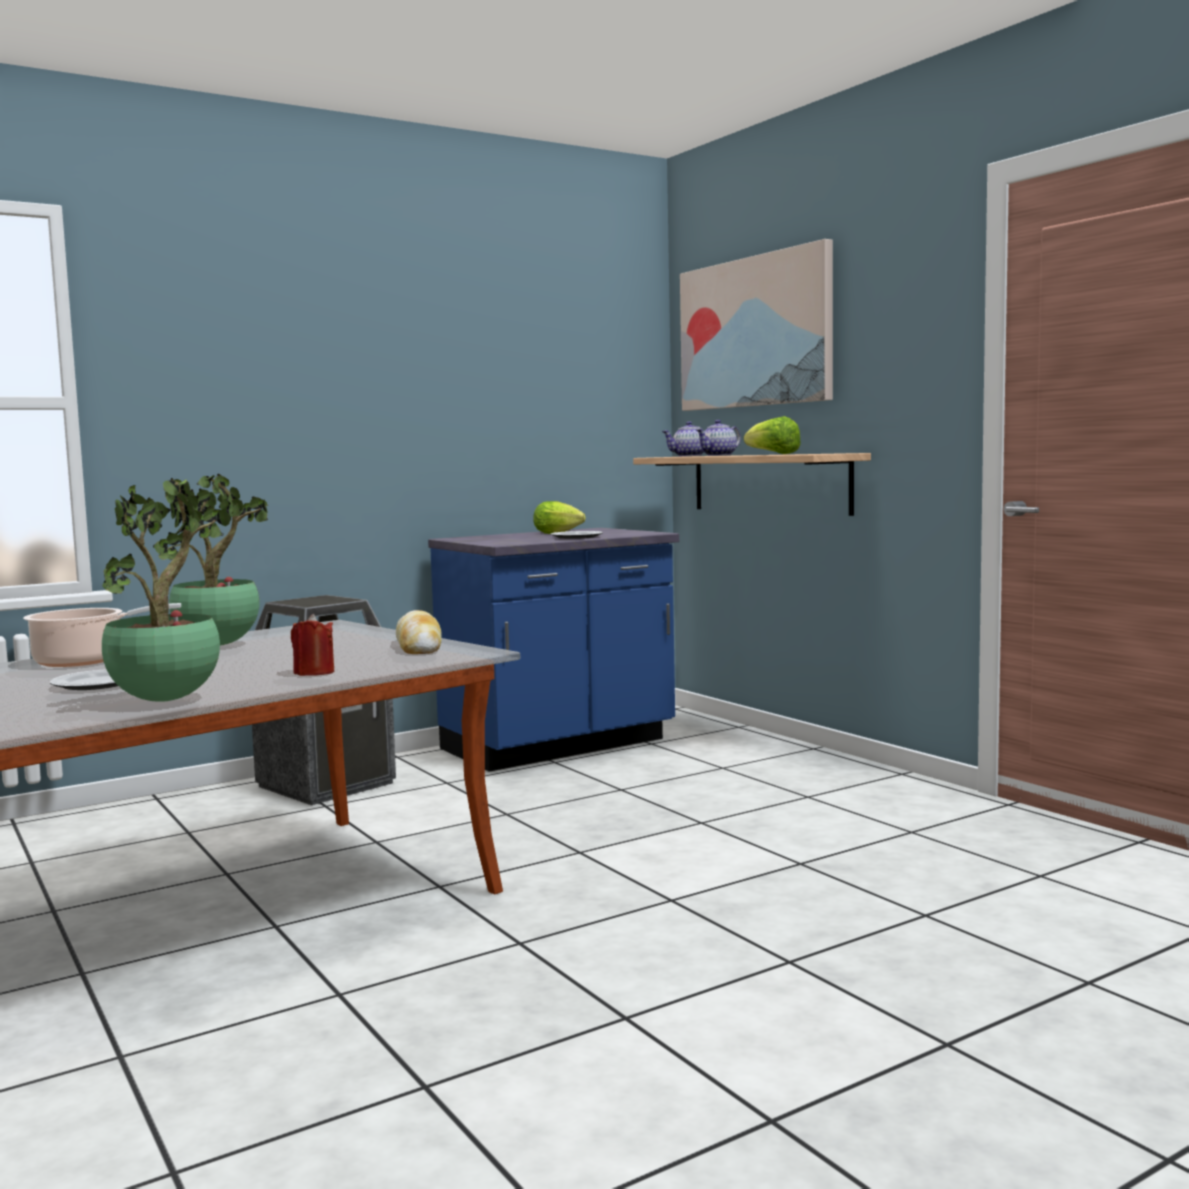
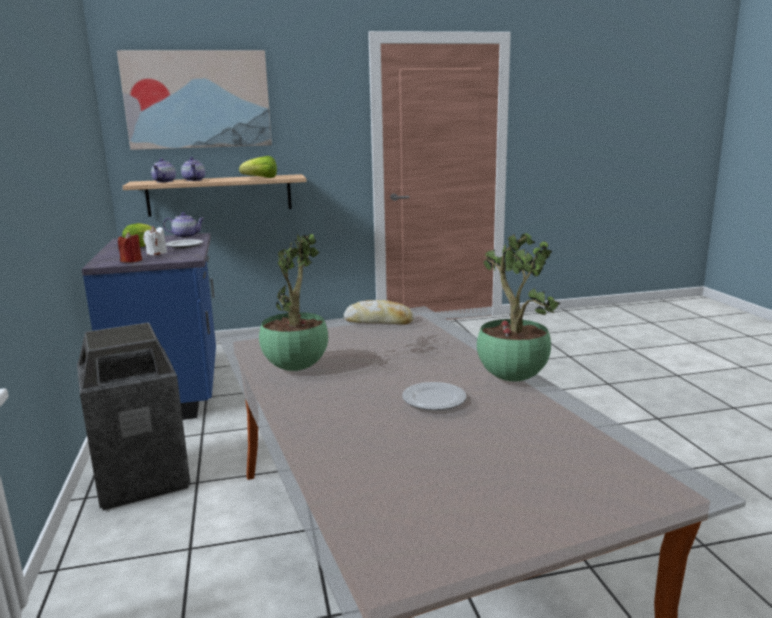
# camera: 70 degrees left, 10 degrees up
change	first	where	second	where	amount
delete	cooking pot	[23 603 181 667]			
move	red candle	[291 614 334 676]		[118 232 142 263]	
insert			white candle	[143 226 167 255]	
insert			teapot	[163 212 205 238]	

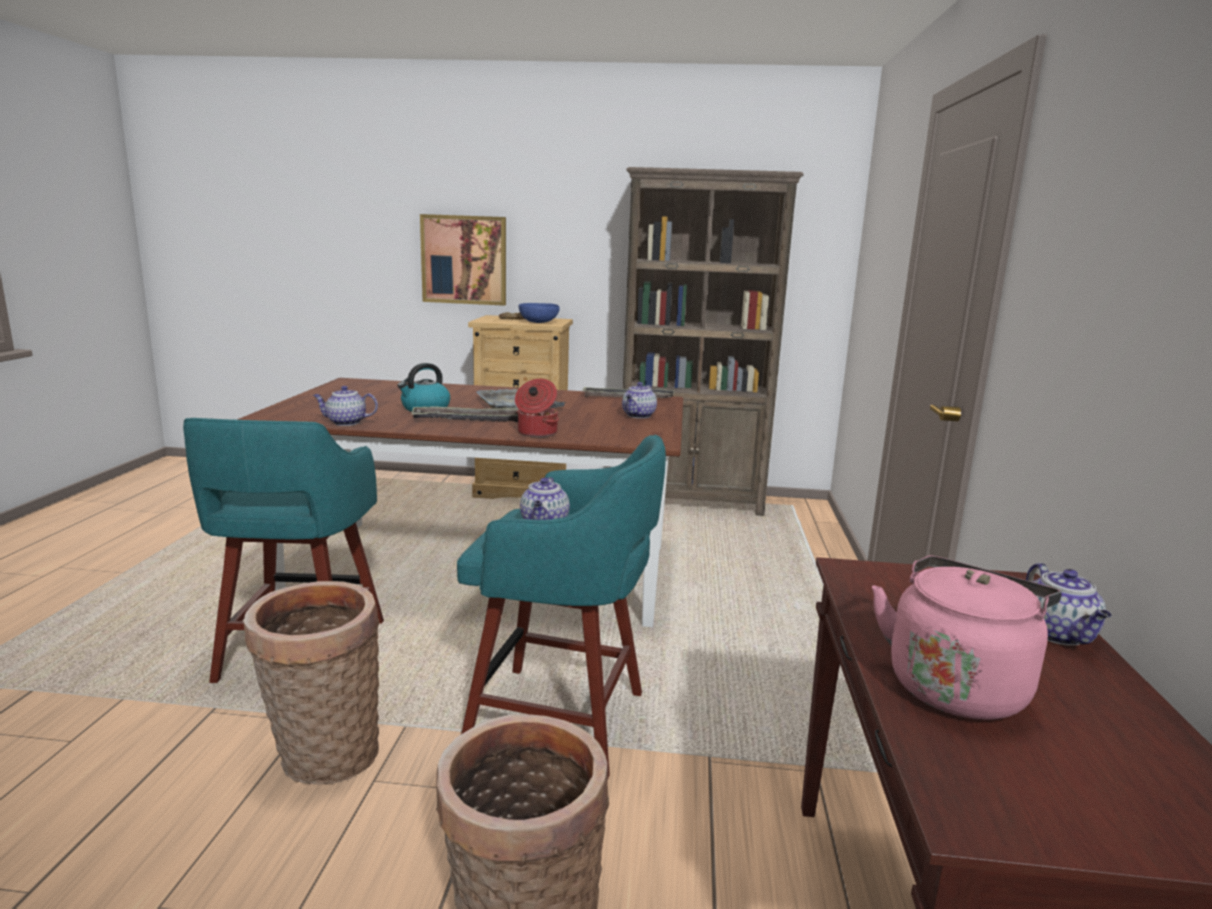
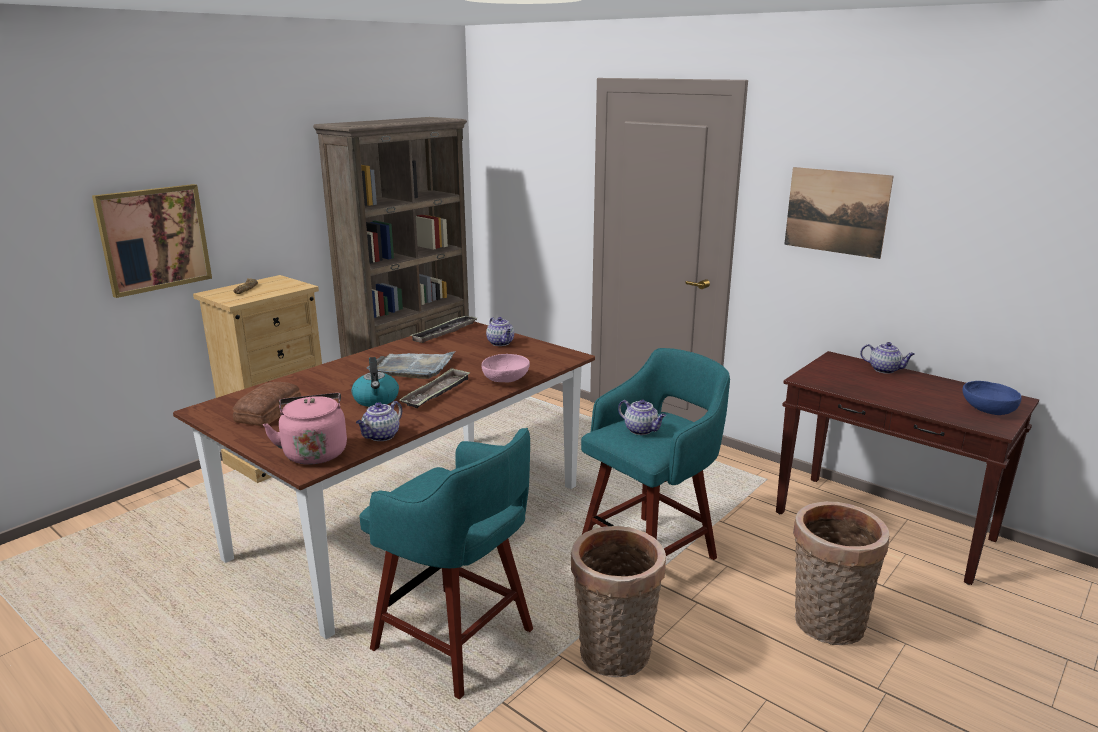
# camera: 55 degrees left, 5 degrees up
change	first	where	second	where	amount
replace	cooking pot	[515 379 559 437]	pink bowl	[481 354 530 382]	
move	blue bowl	[519 303 560 323]		[963 381 1021 415]	
move	pink kettle	[872 555 1062 720]		[263 393 347 465]	
insert			bread	[233 382 301 426]	
insert			picture	[784 167 893 259]	

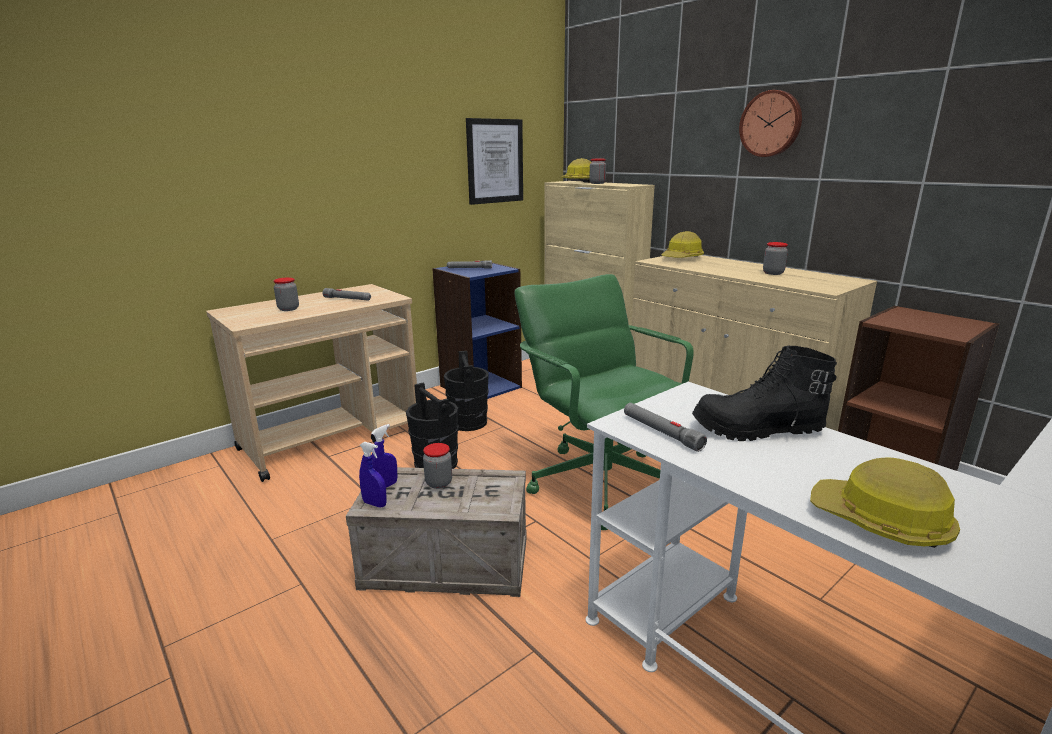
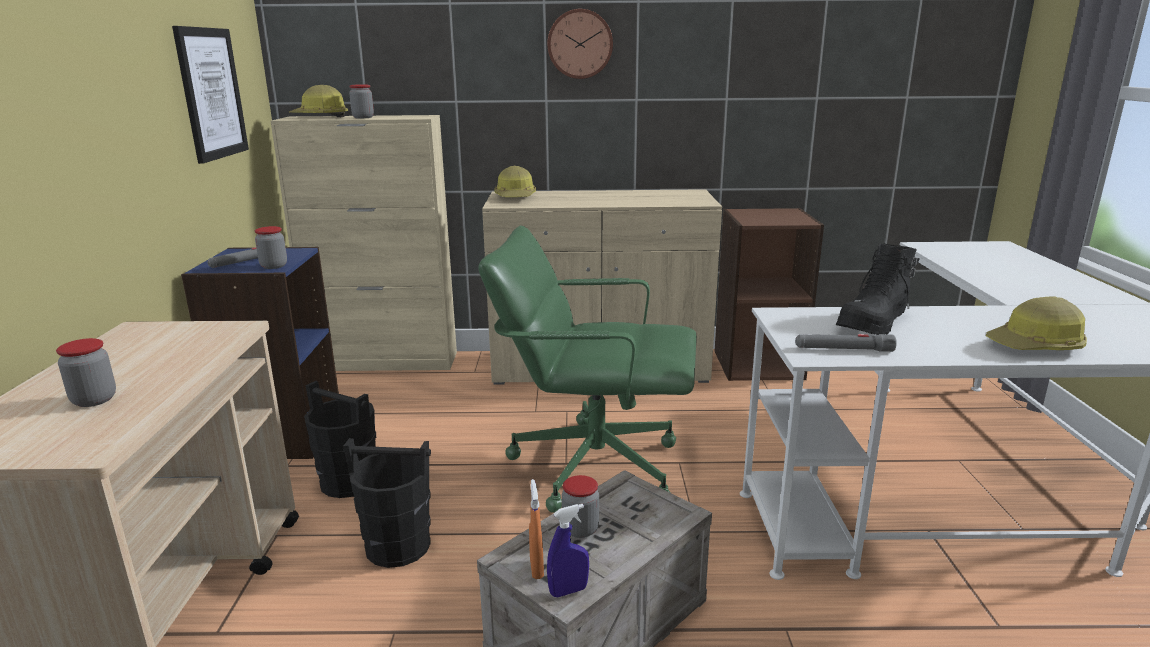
# camera: 50 degrees left, 0 degrees up
change	first	where	second	where	amount
delete	grey flashlight	[322 288 371 301]			
recolor	blue spray bottle	[371 424 397 488]	orange spray bottle	[529 479 544 579]	
move	jar	[763 242 788 275]		[255 226 287 269]	

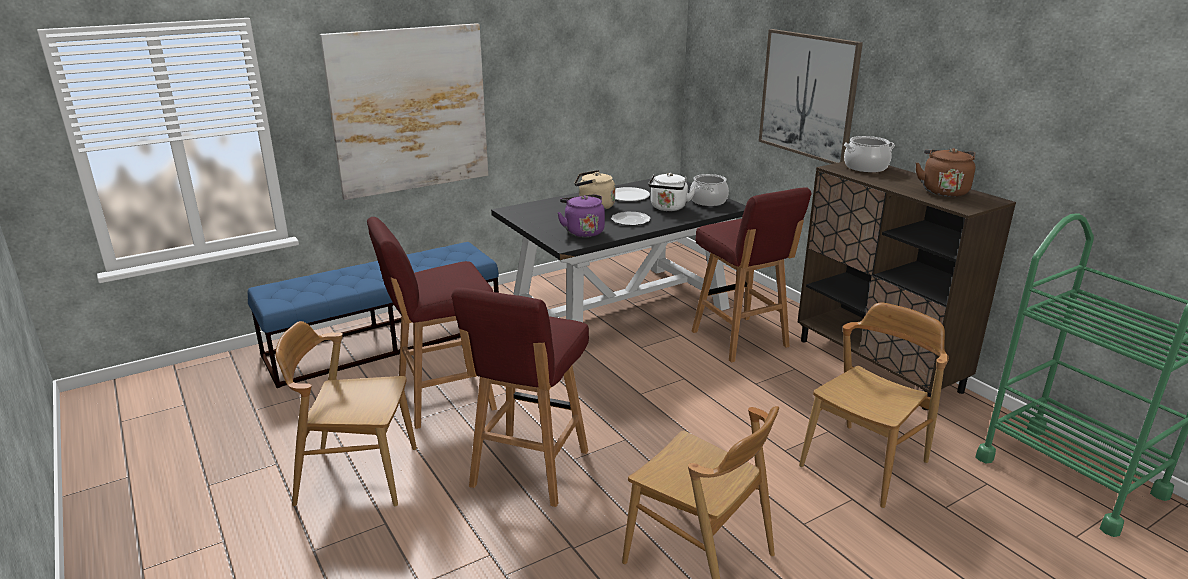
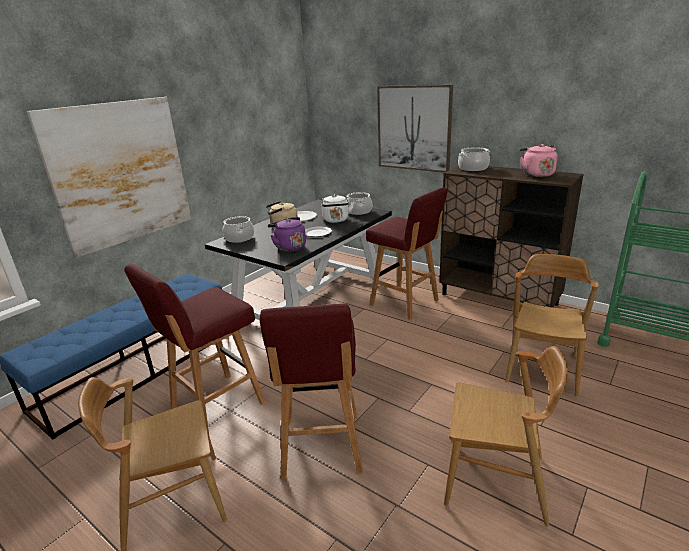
# camera: 20 degrees left, 0 degrees up
change	first	where	second	where	amount
recolor	brown kettle	[916 148 976 197]	pink kettle	[519 144 558 177]	
insert			cooking pot	[222 216 254 243]	

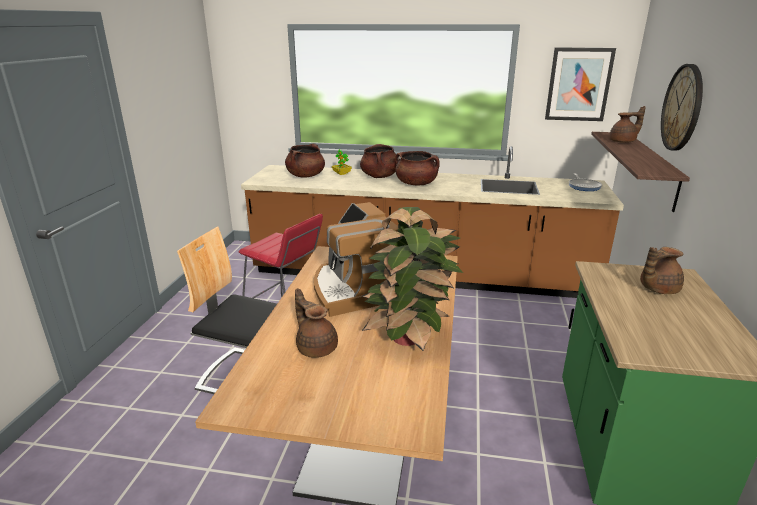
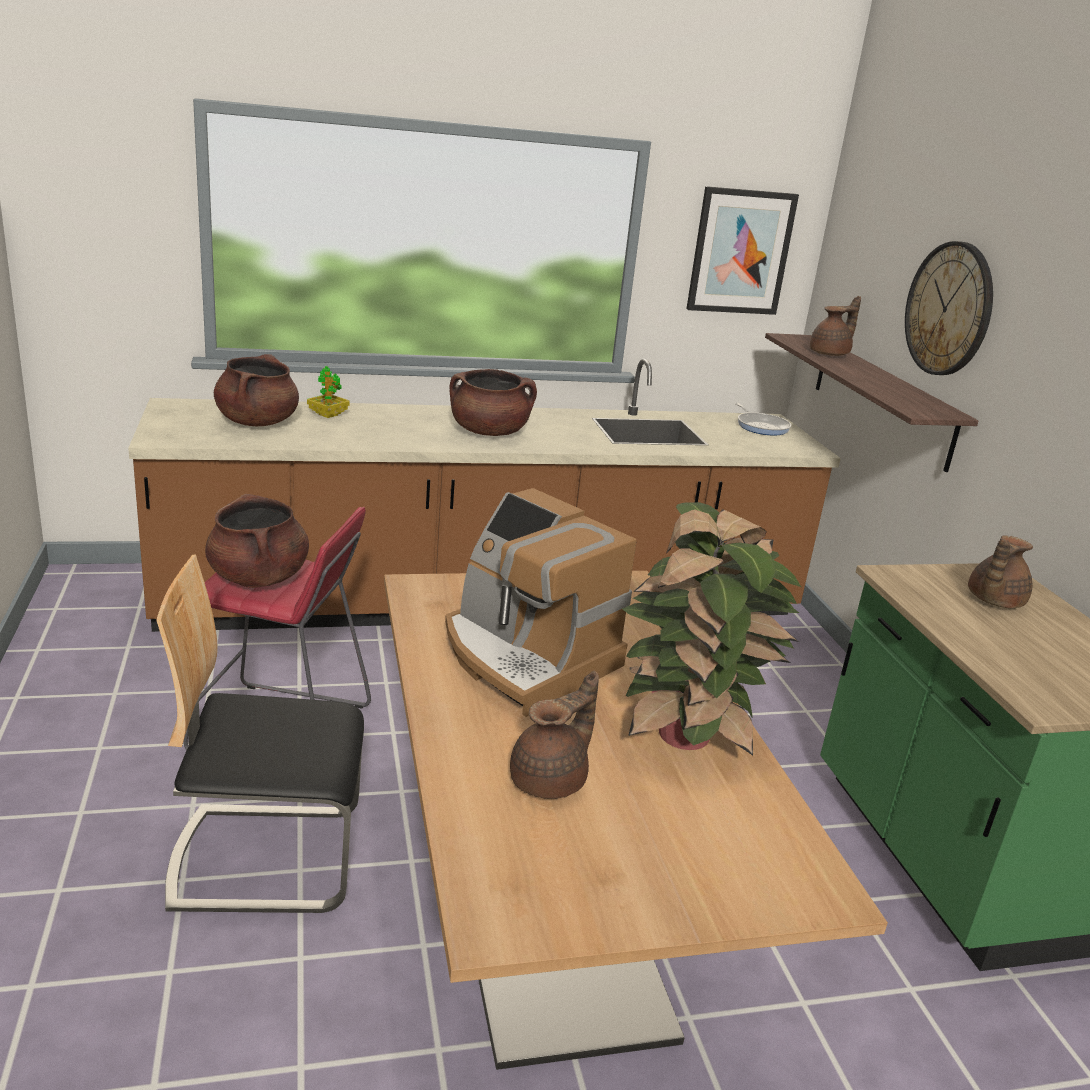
# camera: 25 degrees left, 0 degrees up
change	first	where	second	where	amount
rotate	brown teapot	[295 288 338 358]		[510 671 599 799]	105 degrees clockwise
move	brown cooking pot	[360 144 396 178]		[205 494 309 588]	

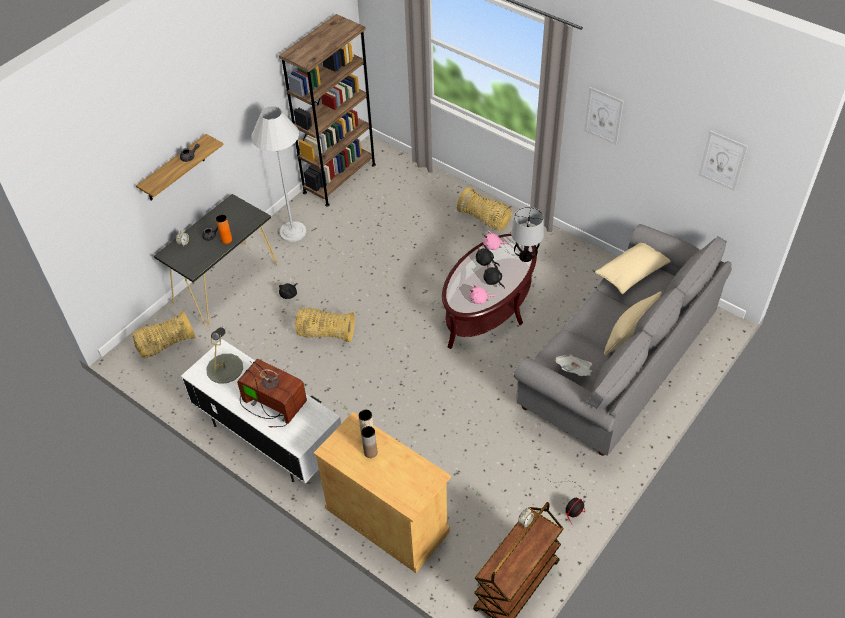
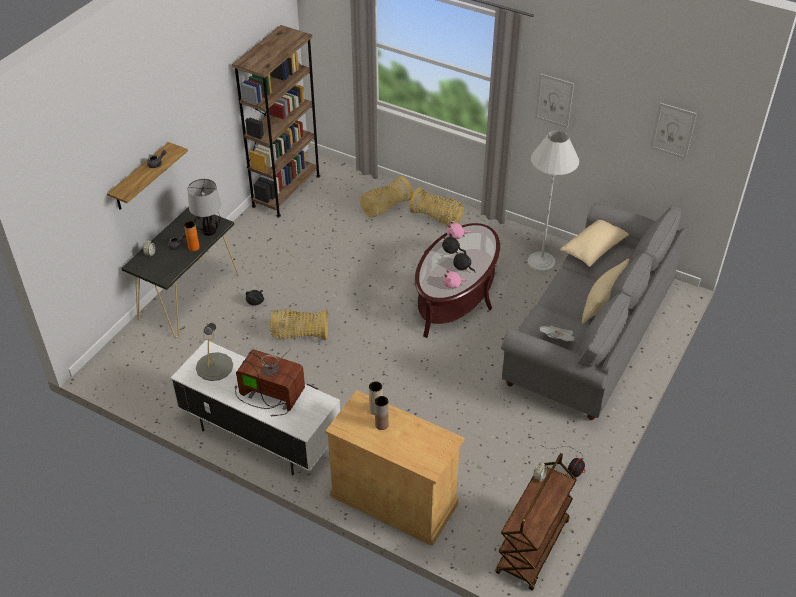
# camera: 10 degrees left, 5 degrees down
change	first	where	second	where	amount
move	basket	[132 311 195 358]		[360 176 413 217]	
move	white floor lamp	[251 106 307 242]		[528 130 579 272]	
move	table lamp	[511 207 544 262]		[187 179 221 236]	

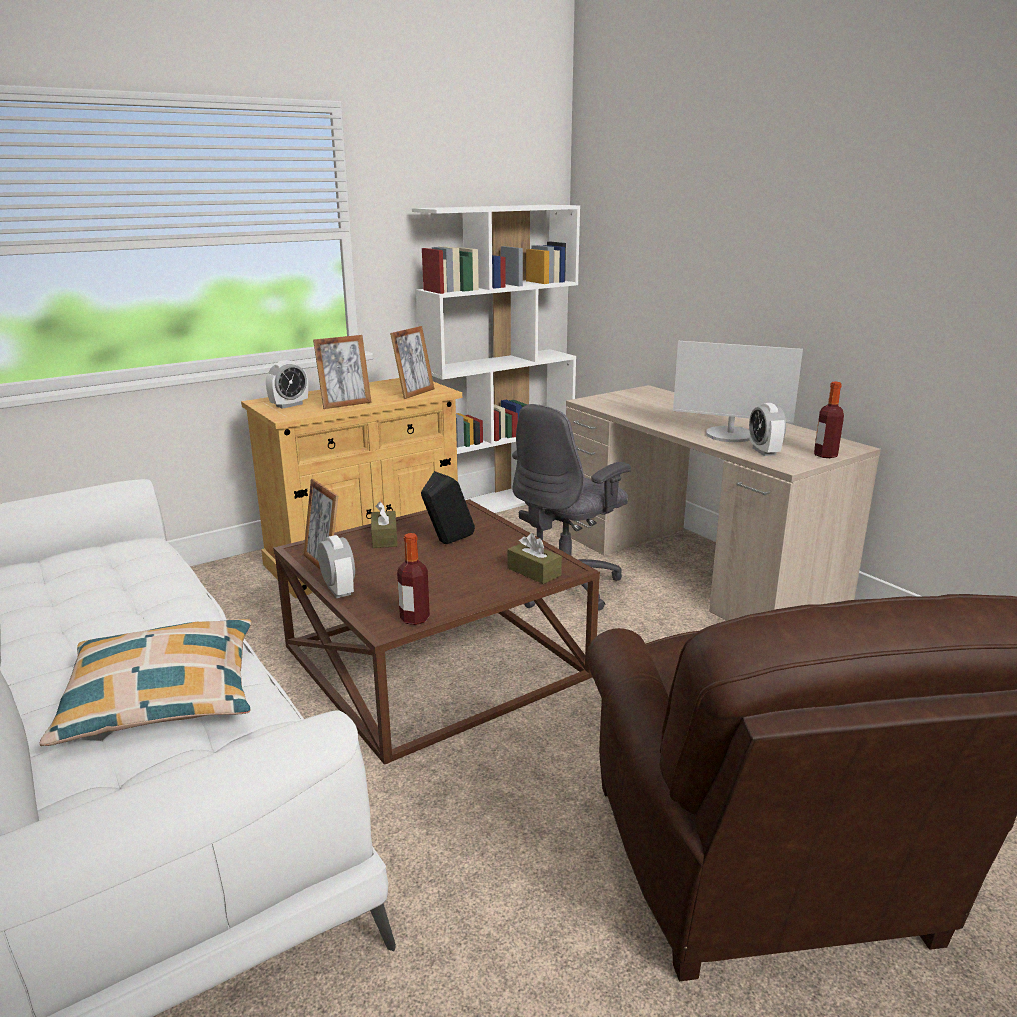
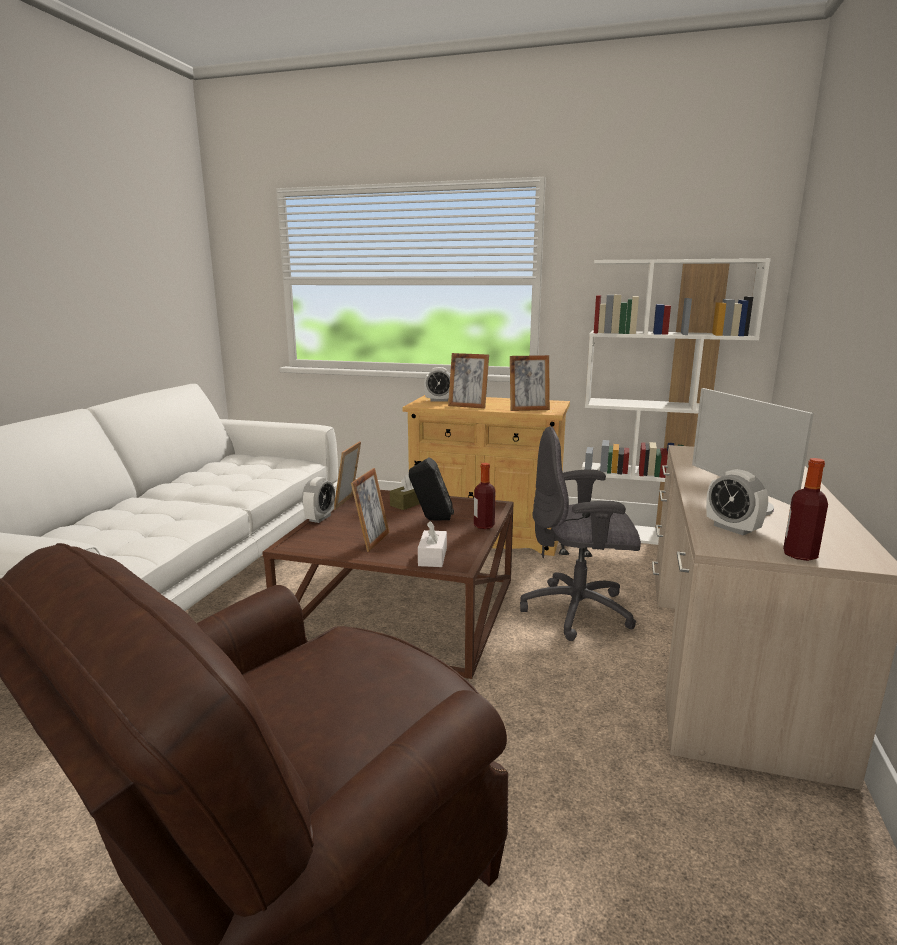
# camera: 50 degrees right, 5 degrees down
change	first	where	second	where	amount
delete	pillow	[39 619 251 746]			
move	bottle	[397 533 430 625]		[474 463 496 529]	
recolor	brown tissue box	[508 533 562 584]	white tissue box	[418 521 447 567]	
rotate	alarm clock	[749 403 786 456]		[706 469 768 535]	75 degrees counterclockwise
insert			picture frame	[351 468 390 552]	

